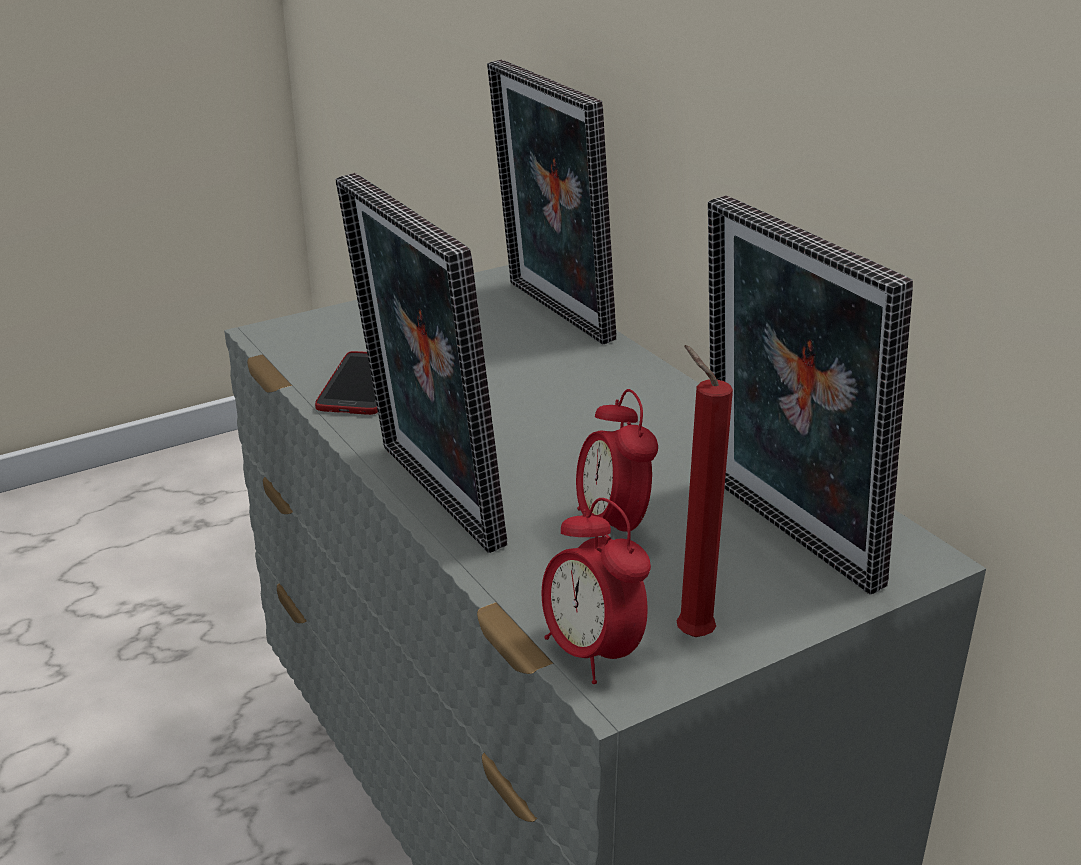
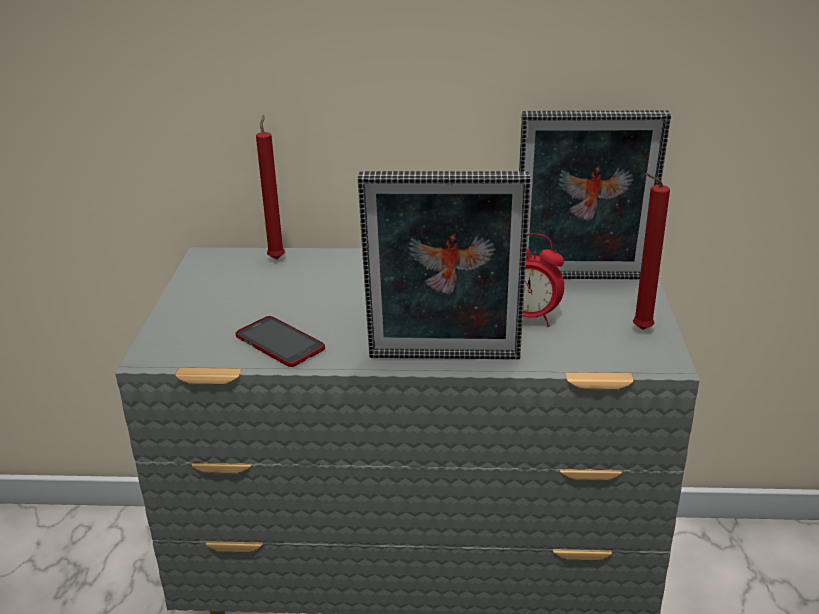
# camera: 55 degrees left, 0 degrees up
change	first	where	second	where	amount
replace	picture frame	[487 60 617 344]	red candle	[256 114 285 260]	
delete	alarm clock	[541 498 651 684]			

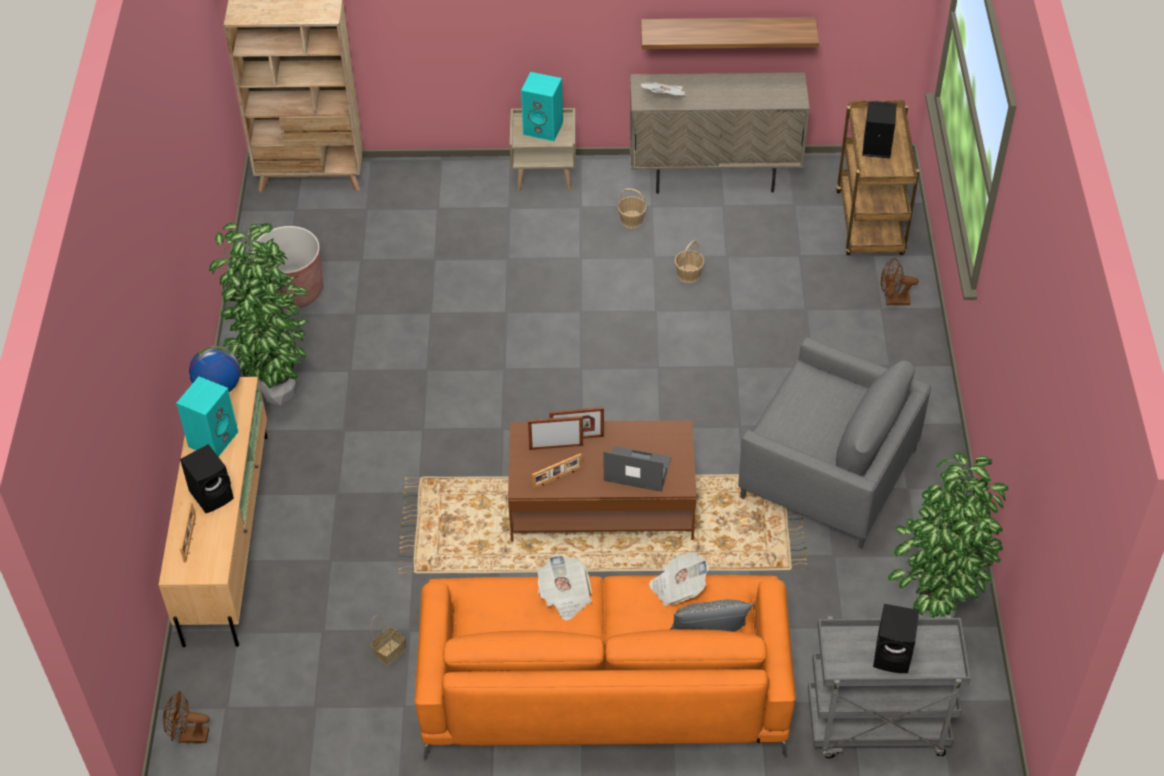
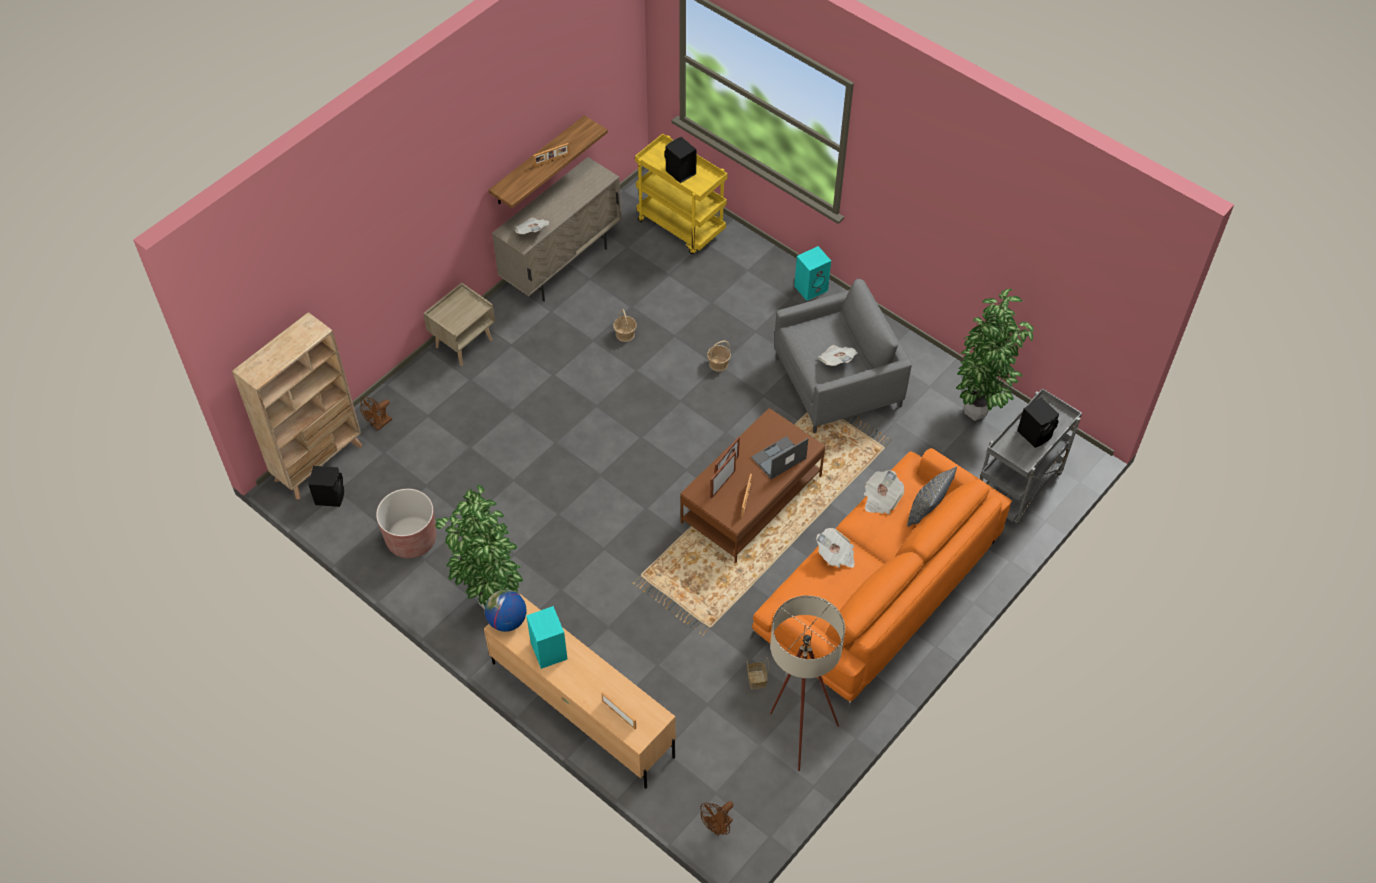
# camera: 50 degrees left, 5 degrees up
change	first	where	second	where	amount
move	black speaker	[180 444 234 513]		[308 466 344 507]	
move	turquoise speaker	[521 72 563 141]		[794 246 831 301]	
move	basket	[617 188 647 229]		[707 340 731 372]	
recolor	brown cart	[836 100 919 255]	yellow cart	[635 133 728 254]	
move	brown fan	[881 258 919 305]		[360 397 392 430]	
insert			picture frame	[533 143 570 167]	
insert			beige floor lamp	[770 595 845 771]	
insert			newspaper	[818 345 858 366]	

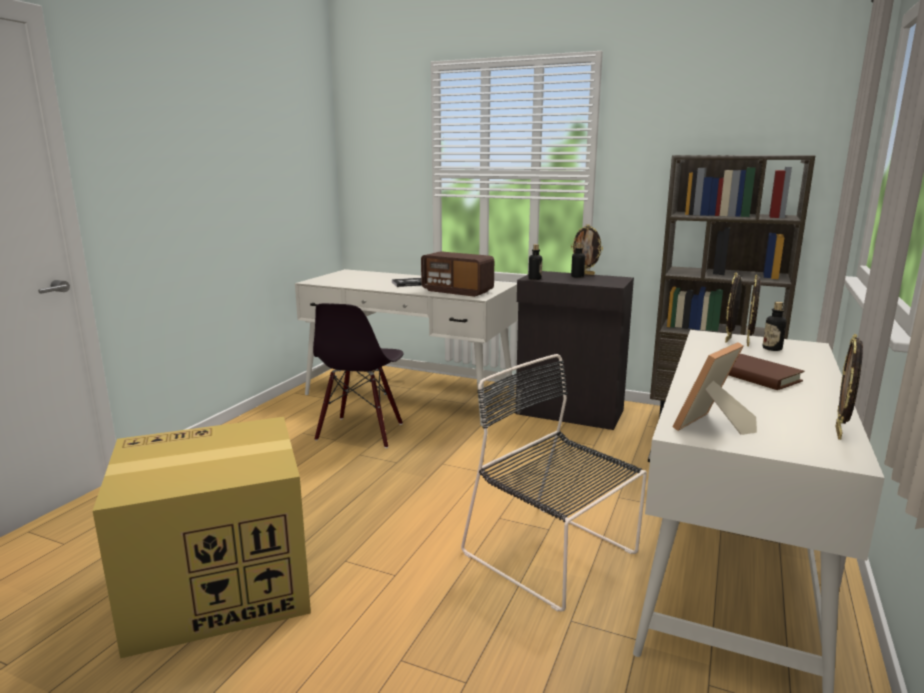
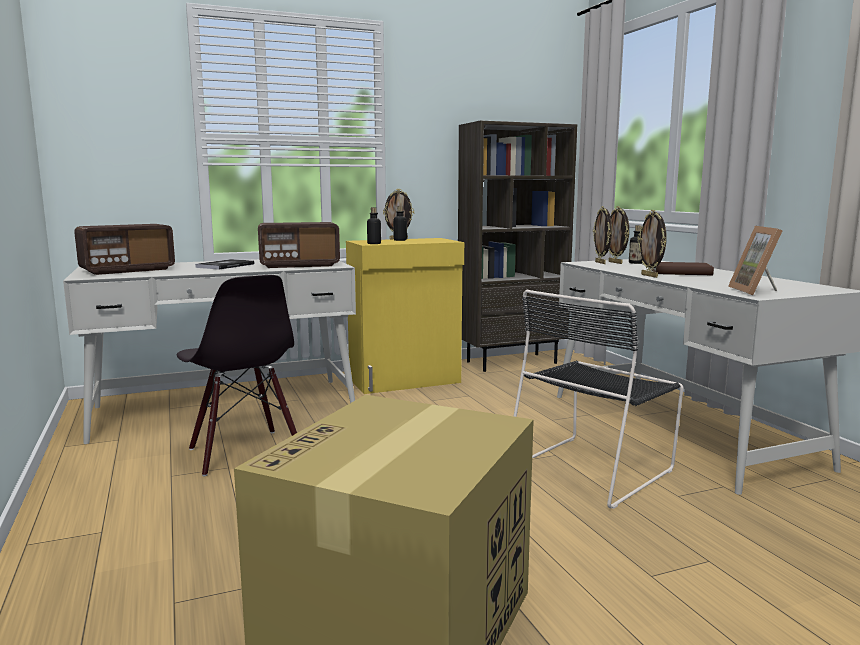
# camera: 45 degrees left, 5 degrees down
change	first	where	second	where	amount
rotate	black chair	[461 354 647 612]		[513 290 683 509]	45 degrees counterclockwise
recolor	black cabinet	[515 271 634 430]	yellow cabinet	[346 238 464 394]	
move	picture frame	[835 334 863 440]		[637 210 666 278]	
insert			radio	[74 224 175 275]	

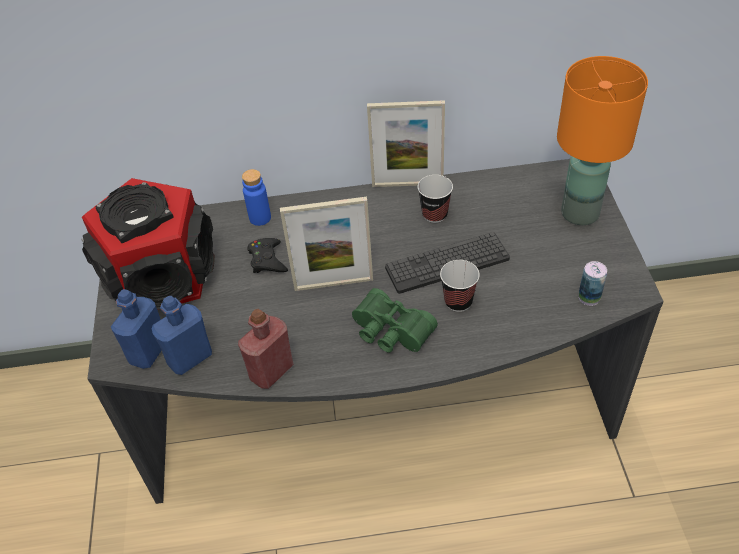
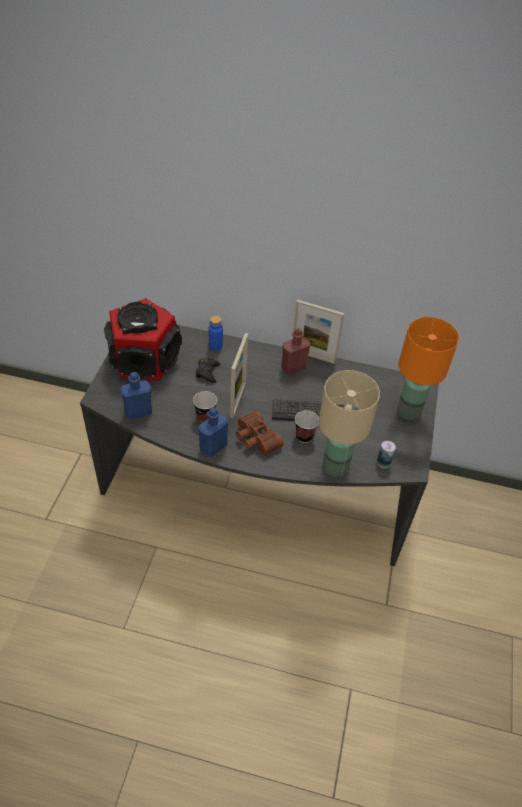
# camera: 15 degrees right, 0 degrees up
change	first	where	second	where	amount
move	blue bottle	[111 289 162 369]		[199 407 228 457]	
move	red bottle	[238 309 294 389]		[281 328 310 375]	
rotate	picture frame	[280 197 373 291]		[230 333 248 418]	90 degrees counterclockwise
recolor	green binoculars	[352 288 438 353]	brown binoculars	[236 410 284 455]	
move	cup	[418 175 453 223]		[193 391 217 423]	
insert			beige table lamp	[319 370 380 477]	

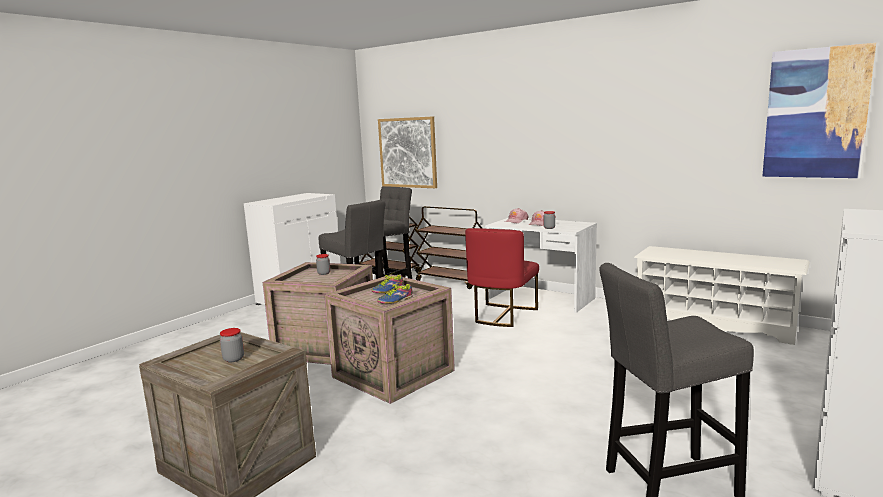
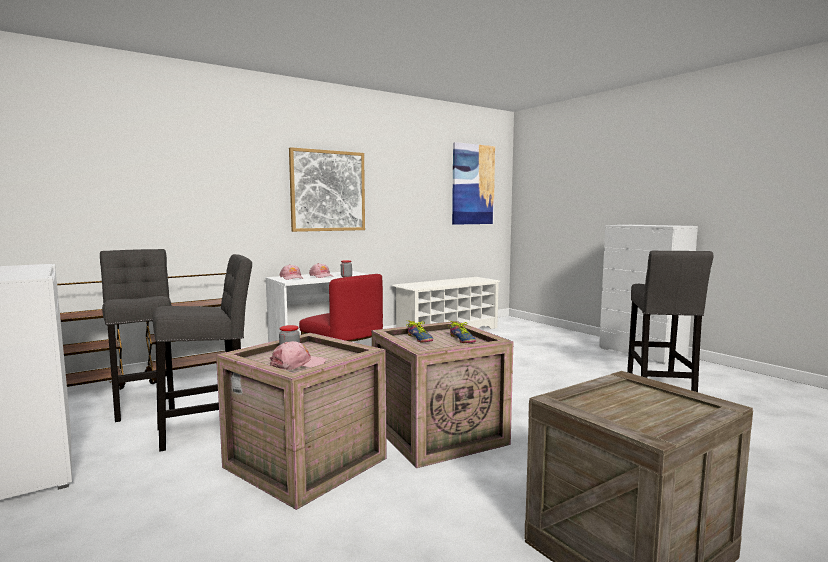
# camera: 70 degrees left, 5 degrees down
change	first	where	second	where	amount
delete	jar	[220 328 244 362]			
move	picture	[378 116 437 188]		[289 147 365 232]	
insert			pink cap	[270 341 325 370]	

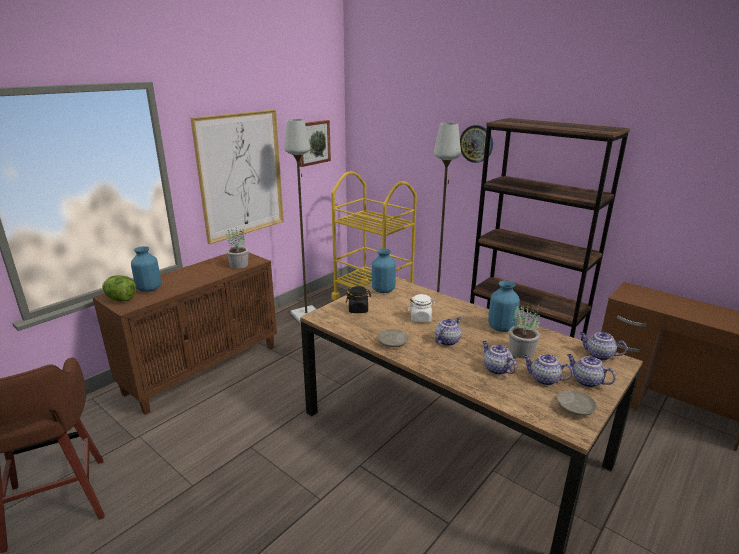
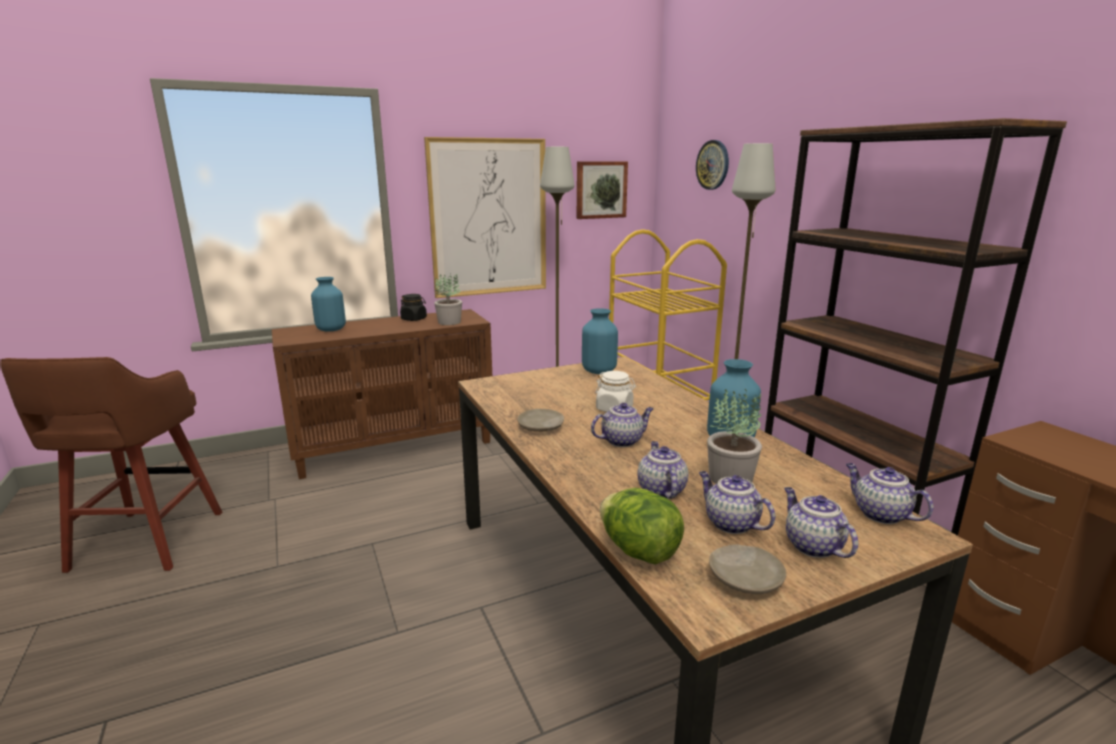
# camera: 25 degrees right, 5 degrees down
change	first	where	second	where	amount
move	lettuce	[102 275 136 301]		[600 488 684 564]	
move	black jar	[346 286 371 313]		[400 294 427 321]	
move	wall clock	[460 125 493 163]		[696 140 729 190]	

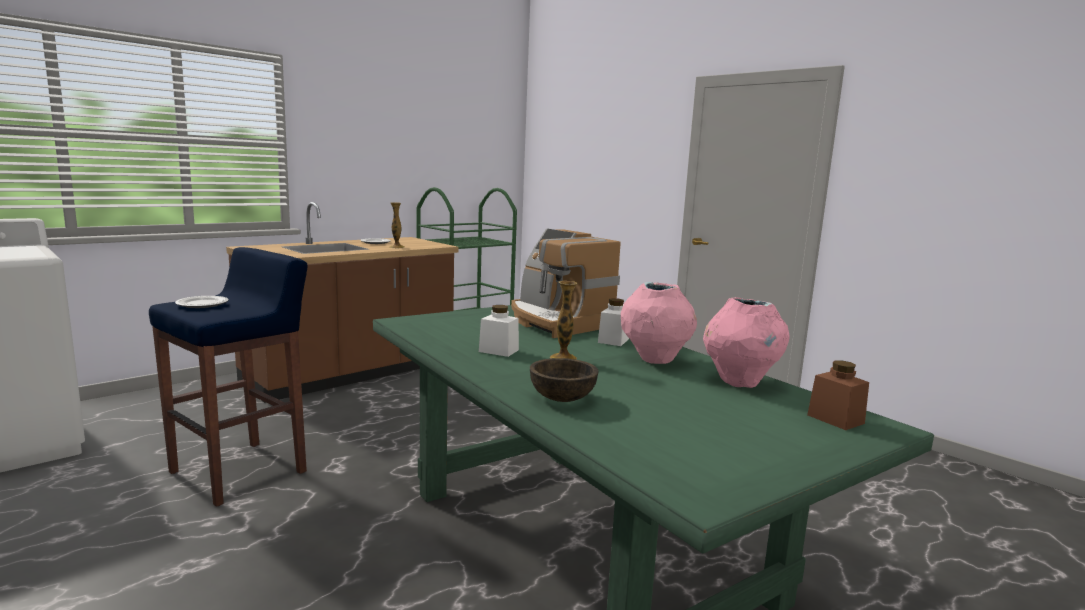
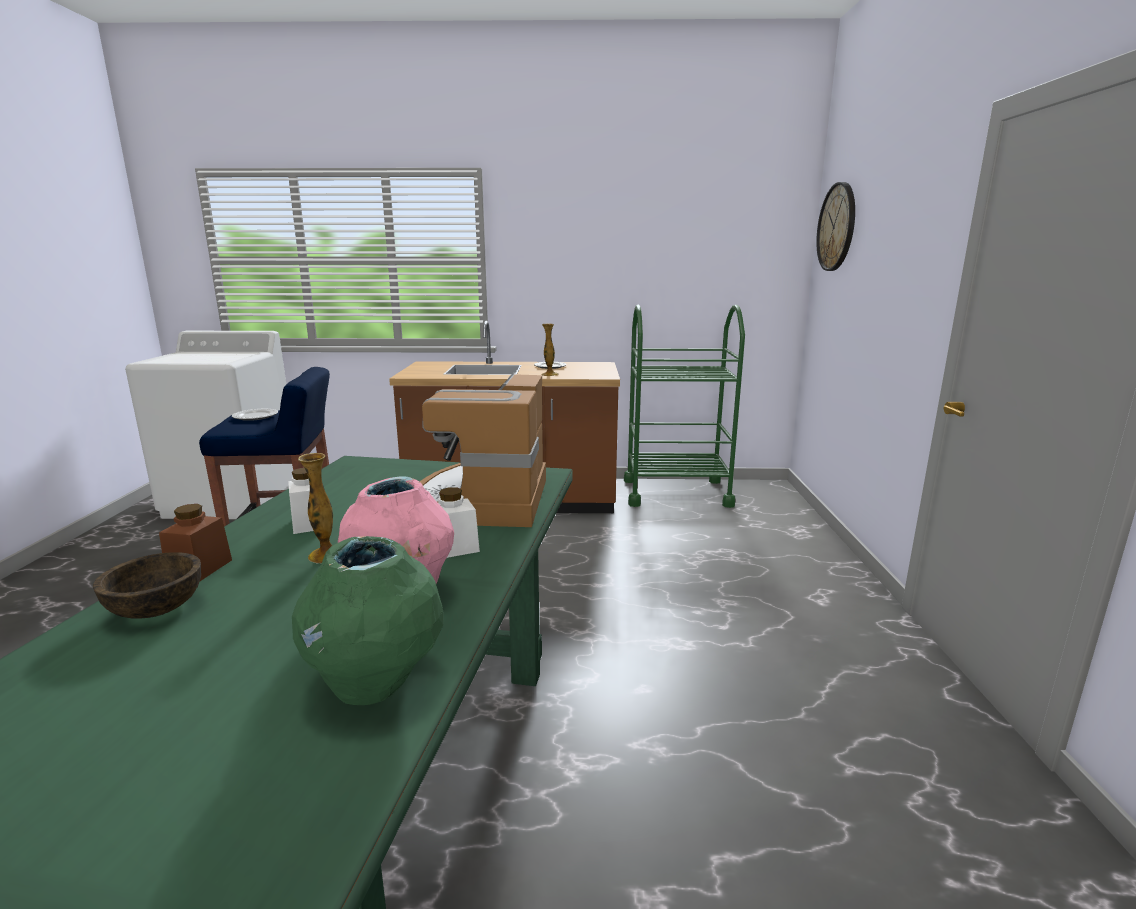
# camera: 45 degrees right, 5 degrees up
change	first	where	second	where	amount
recolor	pink vase	[703 297 790 388]	green vase	[292 536 444 705]	
move	brown jar	[807 360 869 430]		[159 504 232 581]	
insert			wall clock	[816 182 855 271]	

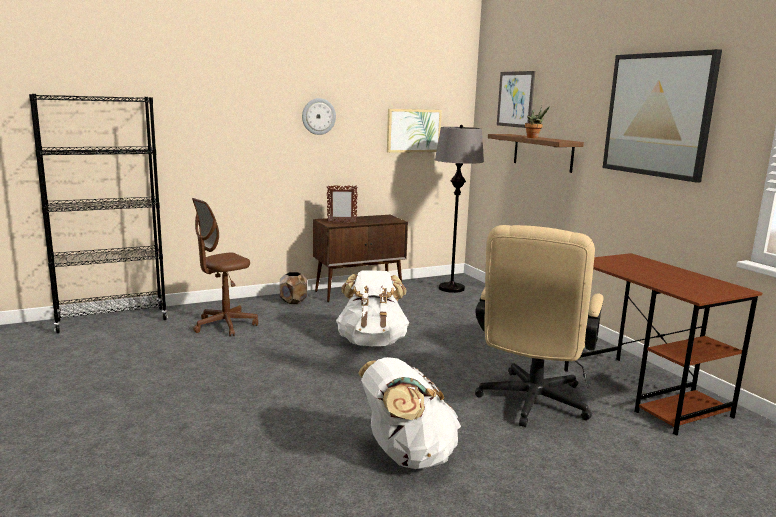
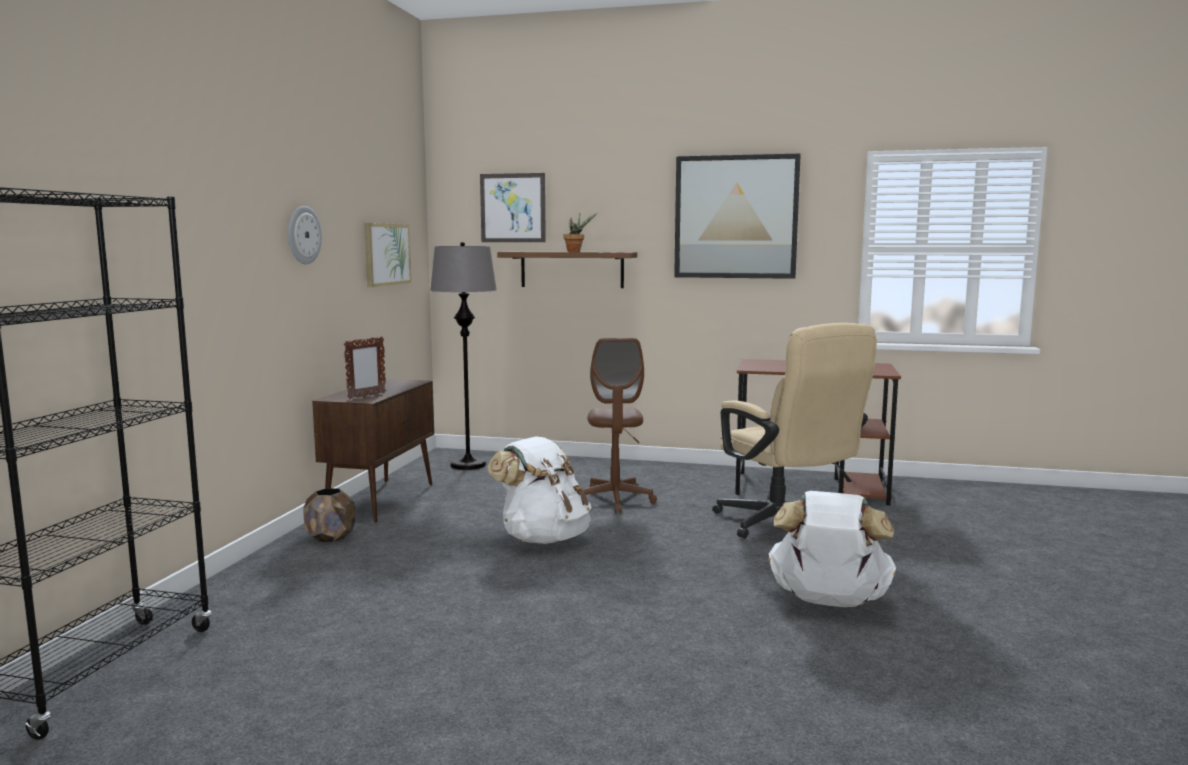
# camera: 50 degrees left, 5 degrees down
change	first	where	second	where	amount
move	brown office chair	[192 198 258 336]		[582 338 657 513]	

